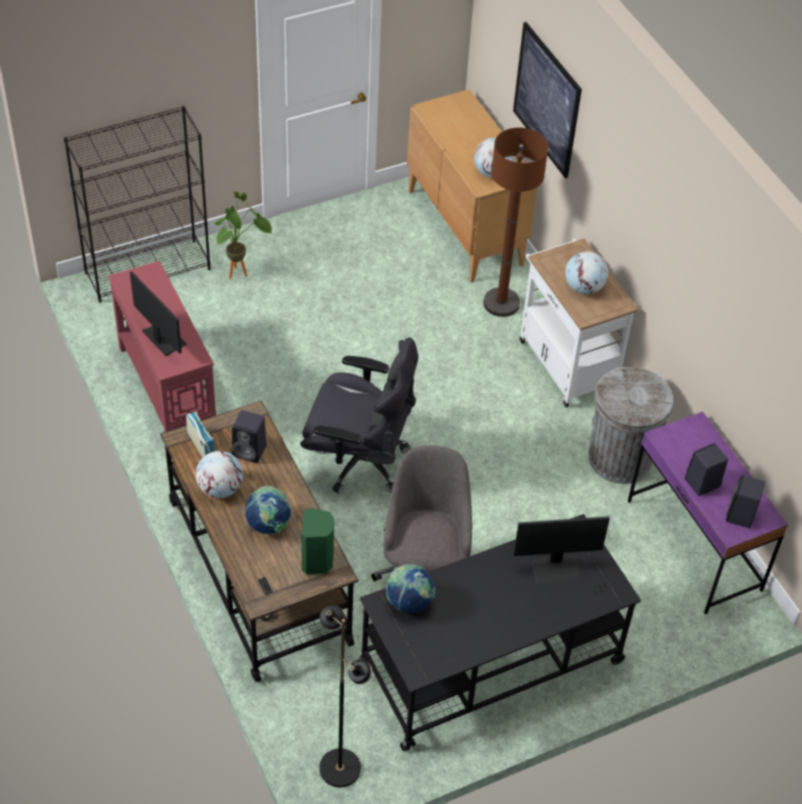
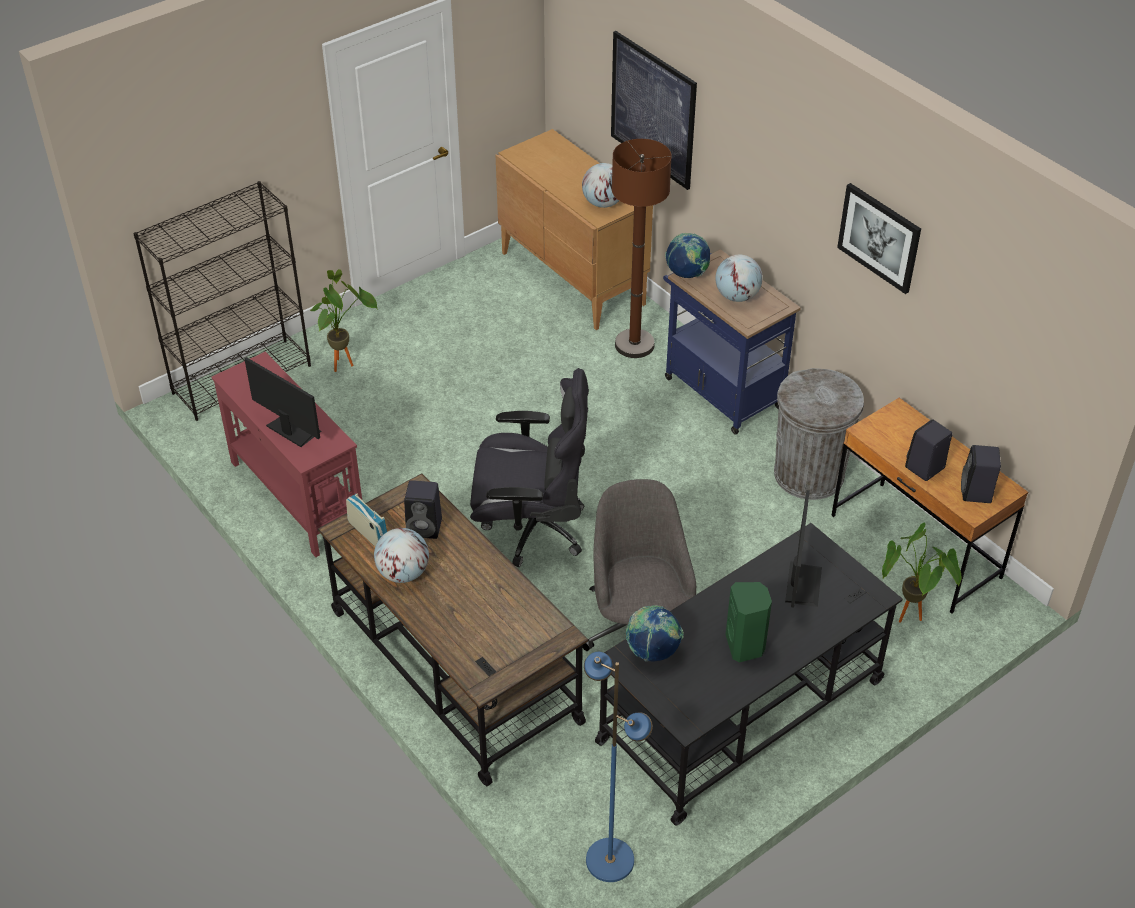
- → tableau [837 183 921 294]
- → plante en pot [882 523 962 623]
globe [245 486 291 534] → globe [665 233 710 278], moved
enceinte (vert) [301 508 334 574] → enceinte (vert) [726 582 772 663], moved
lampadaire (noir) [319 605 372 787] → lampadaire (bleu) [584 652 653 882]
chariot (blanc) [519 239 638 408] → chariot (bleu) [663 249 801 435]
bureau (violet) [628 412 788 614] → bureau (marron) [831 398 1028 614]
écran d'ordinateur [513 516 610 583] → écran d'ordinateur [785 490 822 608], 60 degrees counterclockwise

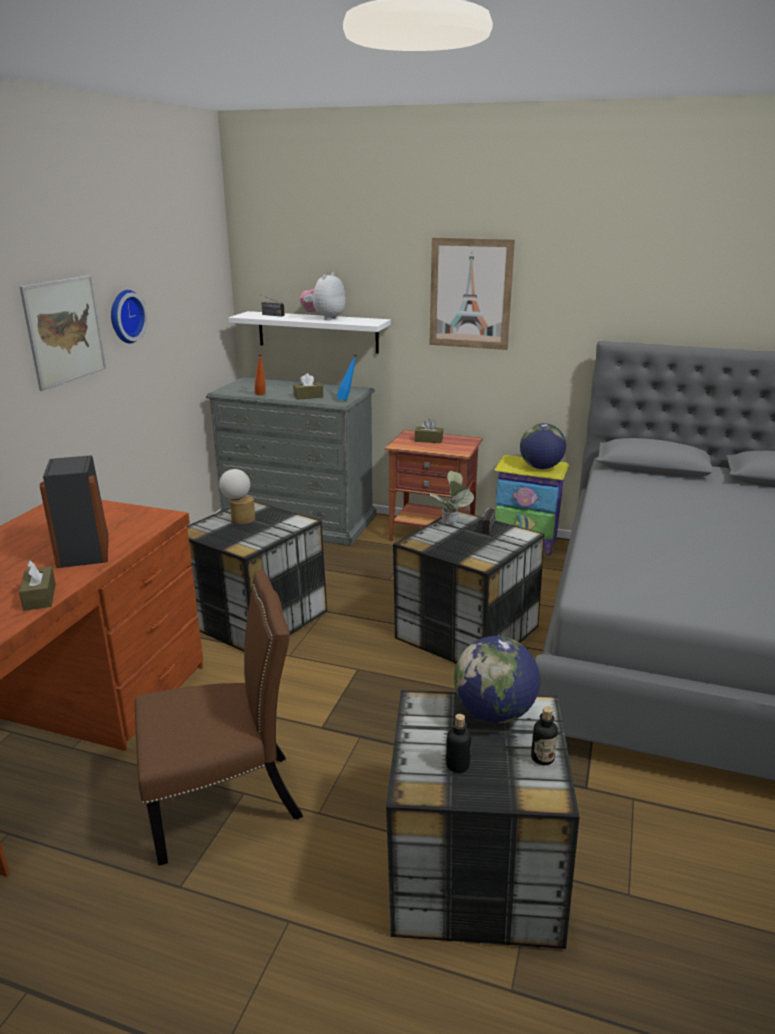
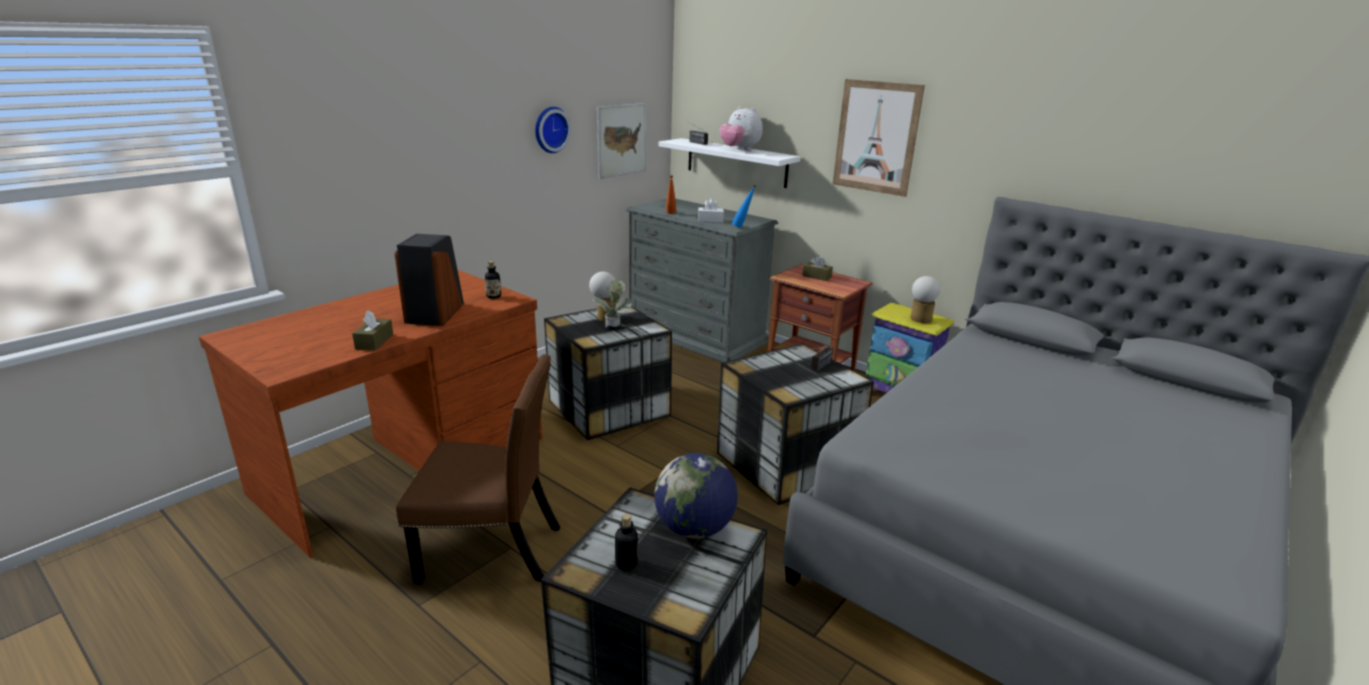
tableau [20 275 107 391] → tableau [597 103 646 179], moved
plante en pot [430 471 474 525] → plante en pot [592 279 632 327], moved
bouteille [531 707 558 765] → bouteille [485 261 501 299], moved
globe [520 423 566 469] → lampe de table [910 276 940 323]
boîte à mouchoirs (marron) [293 373 323 400] → boîte à mouchoirs (blanc) [698 199 724 222]
peluche [300 272 346 320] → peluche [720 106 763 151], 90 degrees counterclockwise

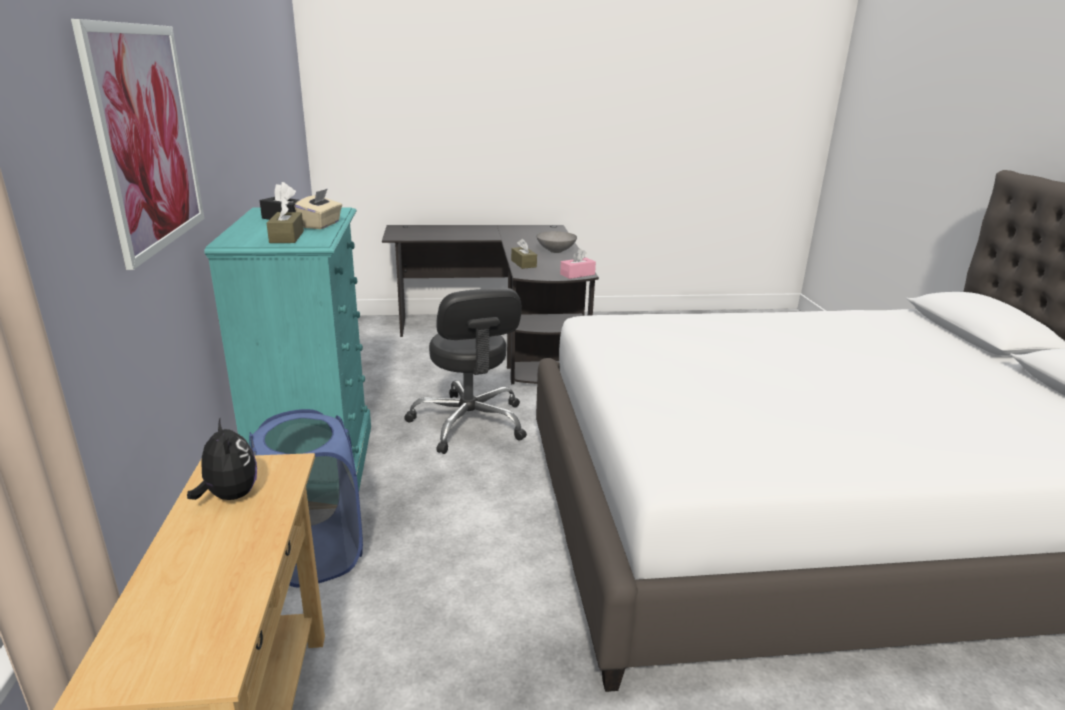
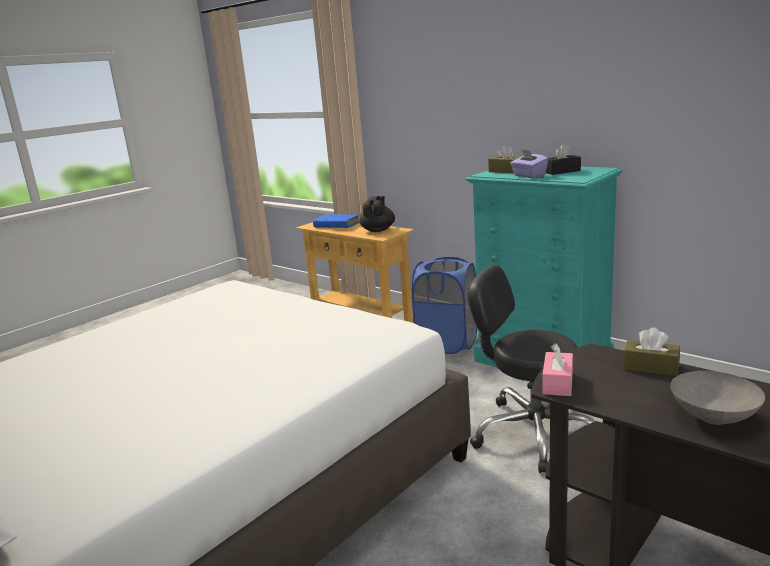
tableau [71 19 204 270] → -
- → livre (bleu) [313 214 360 228]
peluche [187 419 257 500] → théière (noir) [359 196 395 232]
boîte à mouchoirs (beige) [294 188 342 229] → boîte à mouchoirs (violet) [510 149 549 178]

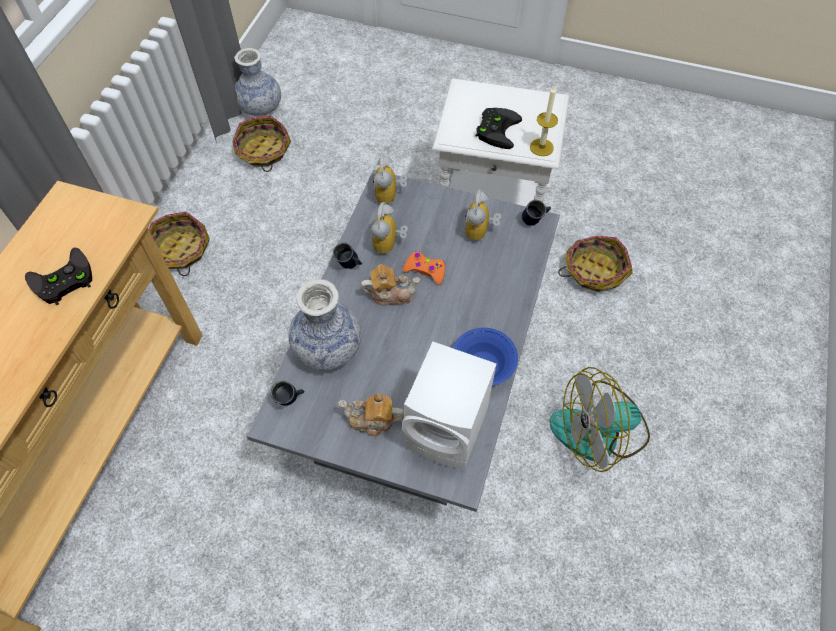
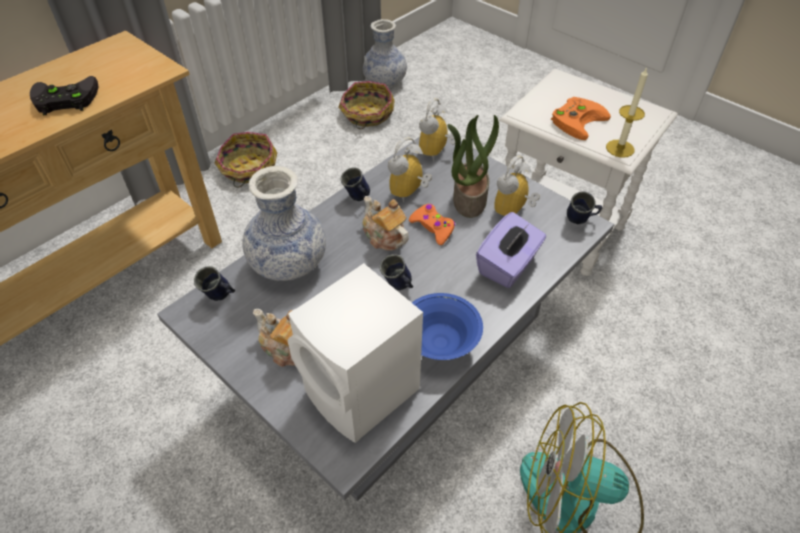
panier [558 236 633 292] → -
- → mug (bleu) [380 254 413 290]
- → plante en pot [447 115 499 218]
- → boîte à mouchoirs (violet) [476 212 546 288]
manette (noir) [475 108 522 149] → manette (orange) [551 97 611 140]
théière [360 264 421 305] → théière [362 196 409 251], 150 degrees counterclockwise

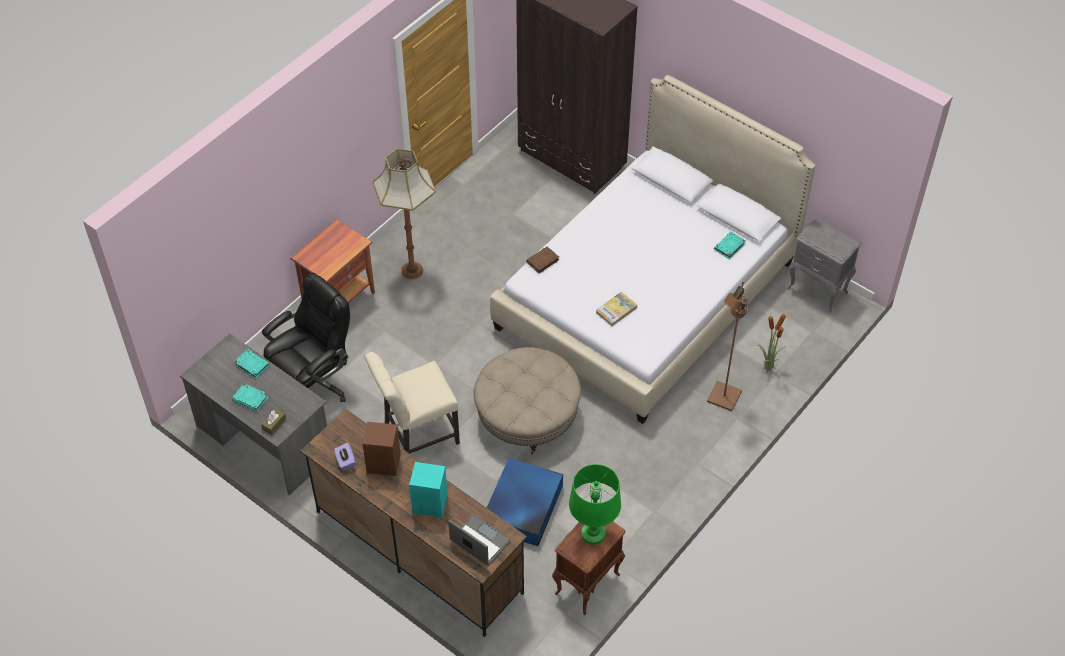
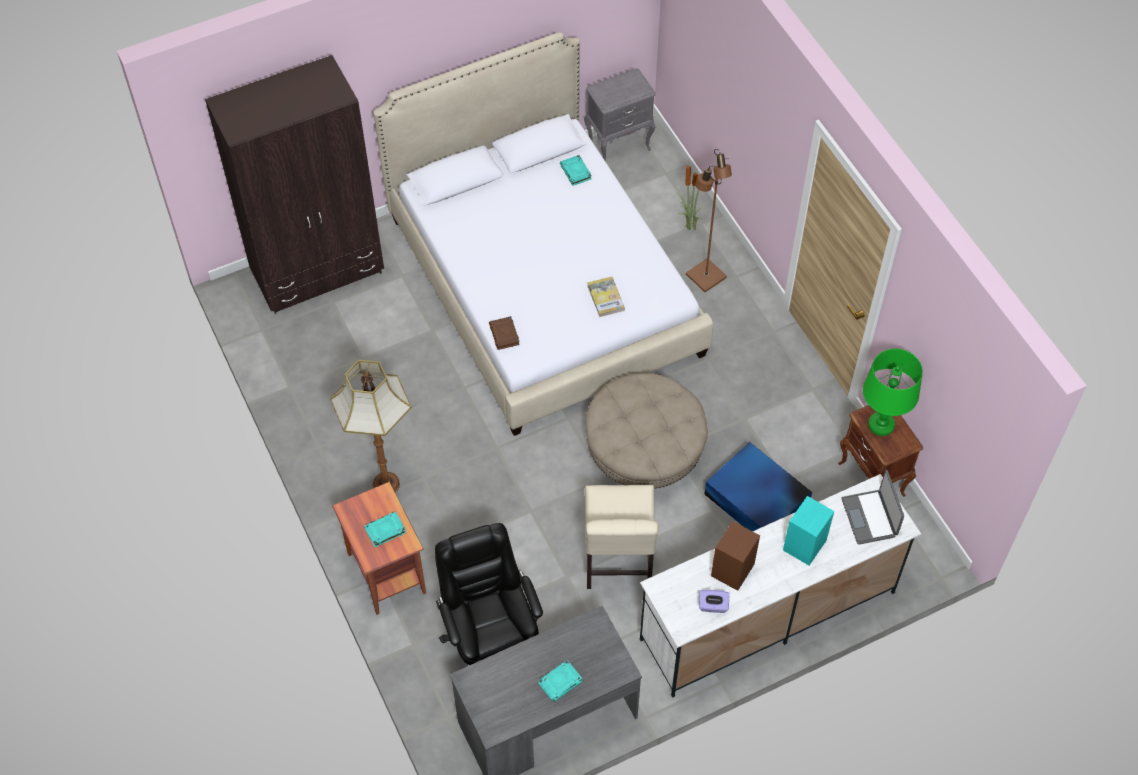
boîte à mouchoirs (marron) [261 408 286 435] → -
livre (turquoise) [234 349 270 379] → livre (turquoise) [364 511 406 547], moved
commode (marron) [300 409 527 637] → commode (blanc) [639 474 921 698]
ordinateur portable [448 514 511 565] → ordinateur portable [841 470 904 545], 75 degrees counterclockwise

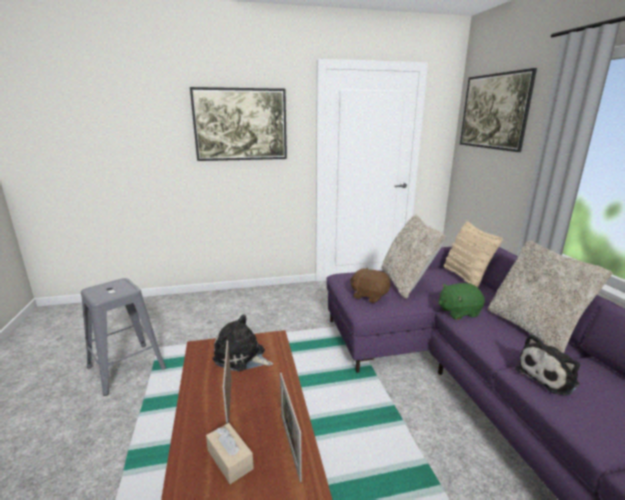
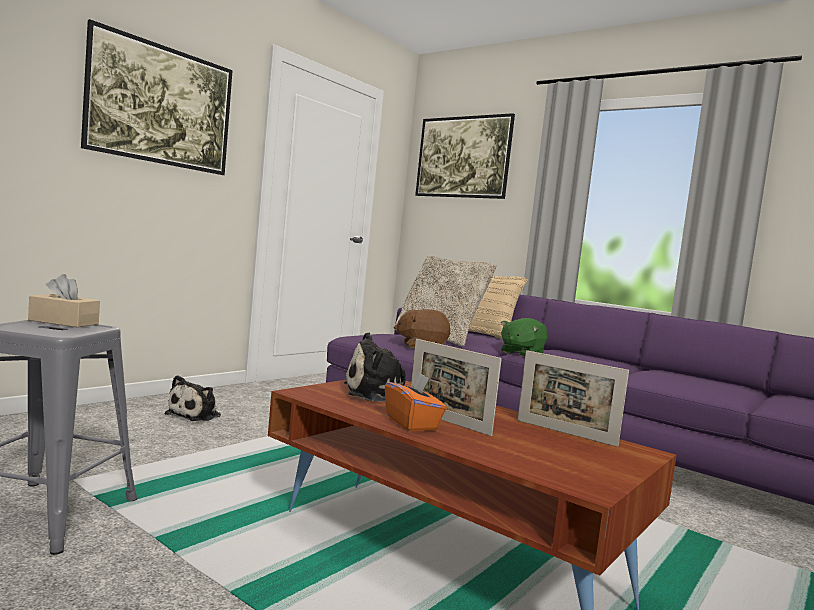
coussin (beige) [488 241 613 353] → -
- → boîte à mouchoirs (orange) [385 372 447 432]
boîte à mouchoirs (beige) [206 423 254 484] → boîte à mouchoirs (beige) [28 274 100 327], moved
peluche [515 334 580 396] → peluche [165 375 221 421], moved

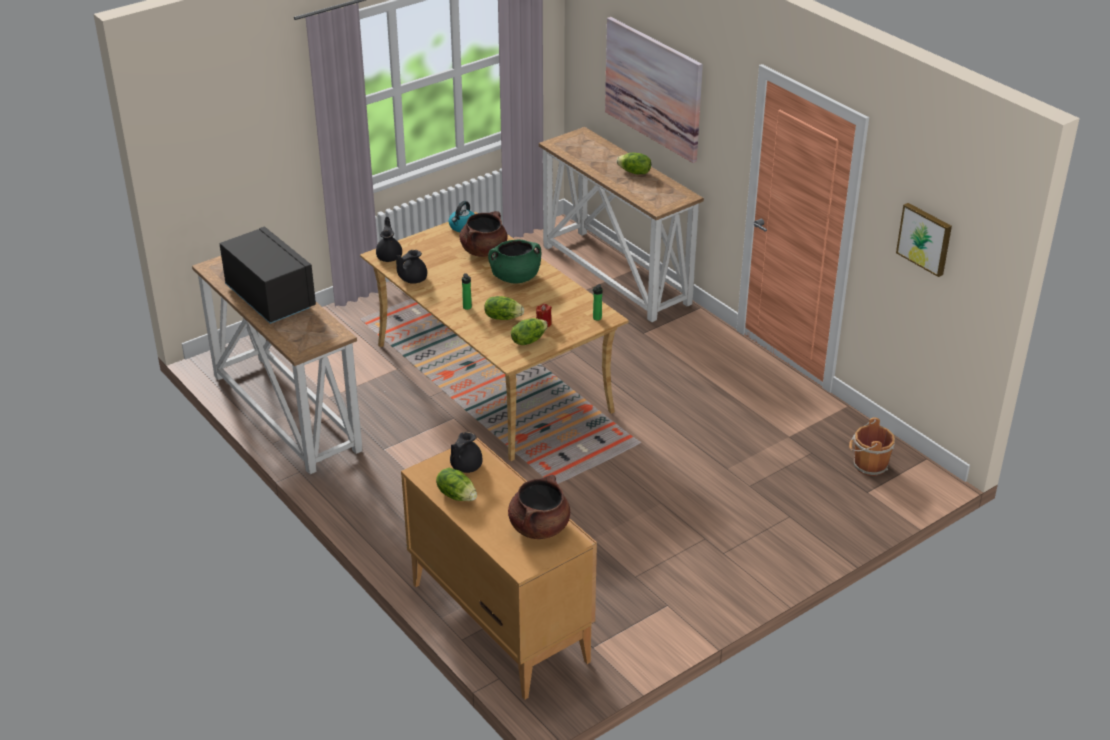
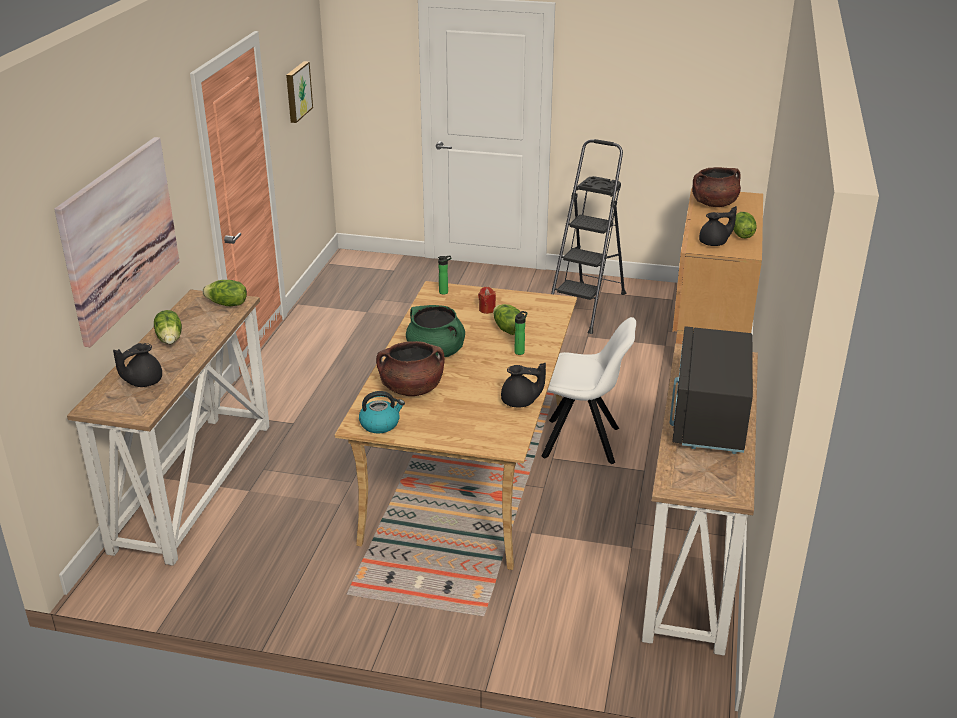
seau (marron) [849 418 895 476] → -
- → chaise (blanc) [542 317 636 464]
- → escabeau [551 139 626 334]
théière (noir) [376 217 402 262] → théière (noir) [113 343 162 387], moved
laitue [511 318 548 345] → laitue [203 280 247 306], moved

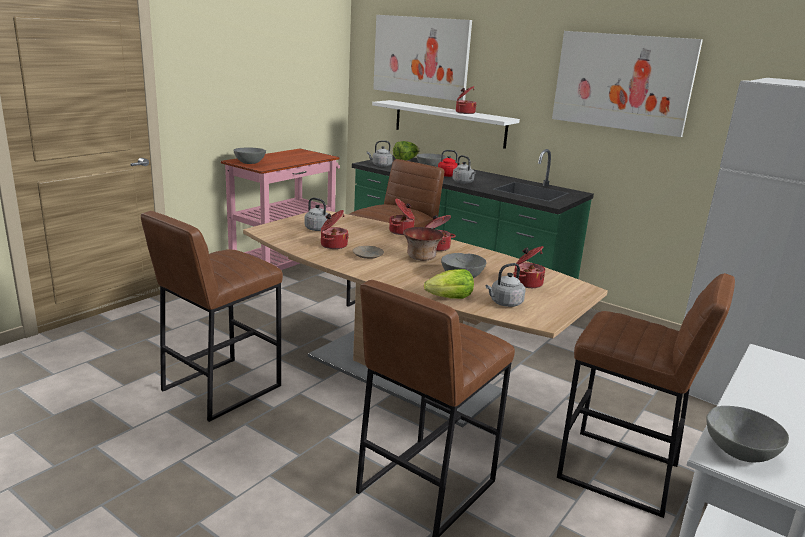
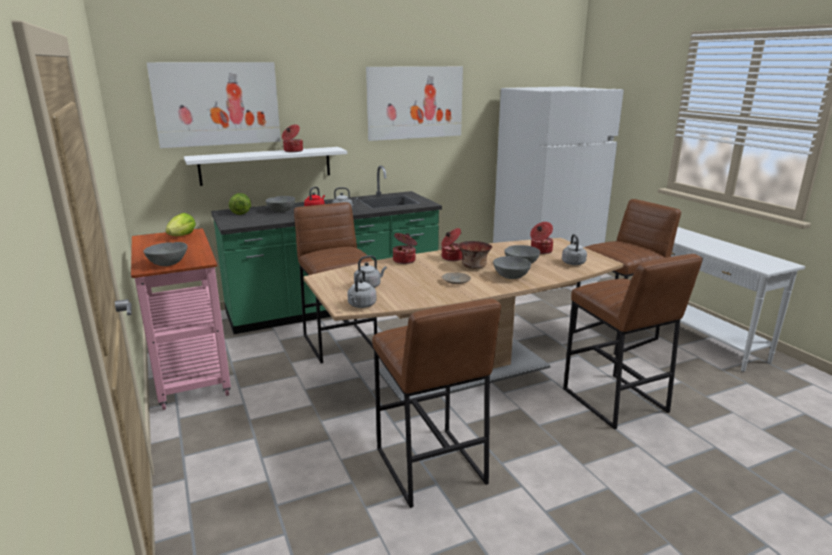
marmite [321 210 349 249] → -
bouilloire (gris) [367 141 393 167] → bouilloire (gris) [347 270 376 308], moved
laitue [424 269 474 299] → laitue [166 213 196 236], moved
bol (gris) [706 406 789 463] → bol (gris) [493 256 531 279], moved

